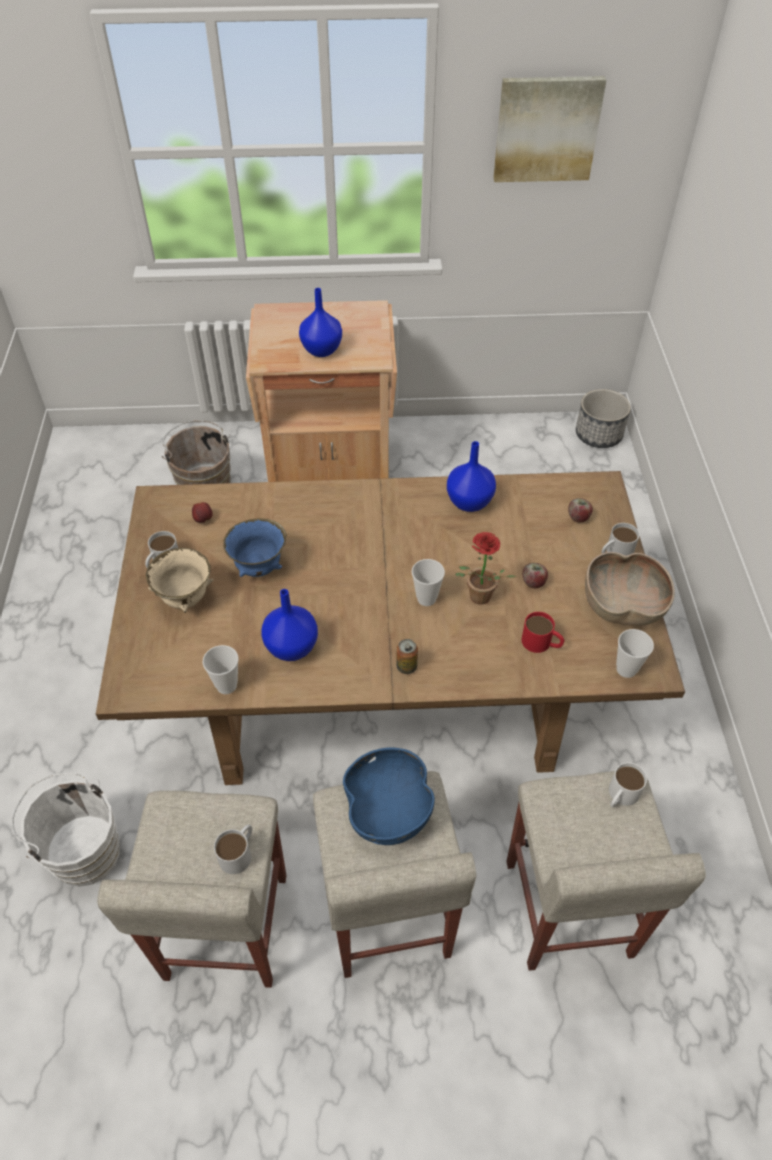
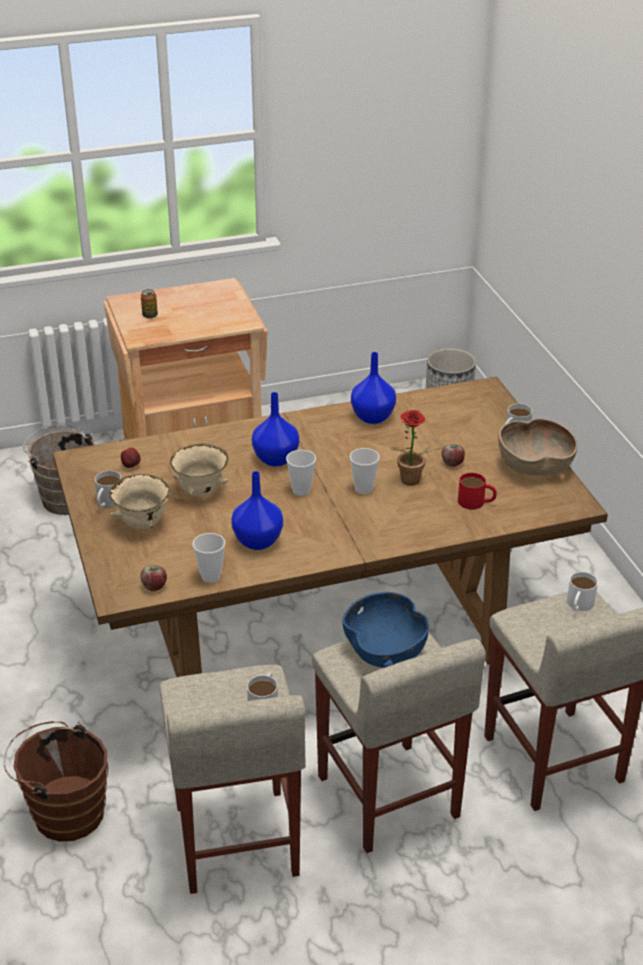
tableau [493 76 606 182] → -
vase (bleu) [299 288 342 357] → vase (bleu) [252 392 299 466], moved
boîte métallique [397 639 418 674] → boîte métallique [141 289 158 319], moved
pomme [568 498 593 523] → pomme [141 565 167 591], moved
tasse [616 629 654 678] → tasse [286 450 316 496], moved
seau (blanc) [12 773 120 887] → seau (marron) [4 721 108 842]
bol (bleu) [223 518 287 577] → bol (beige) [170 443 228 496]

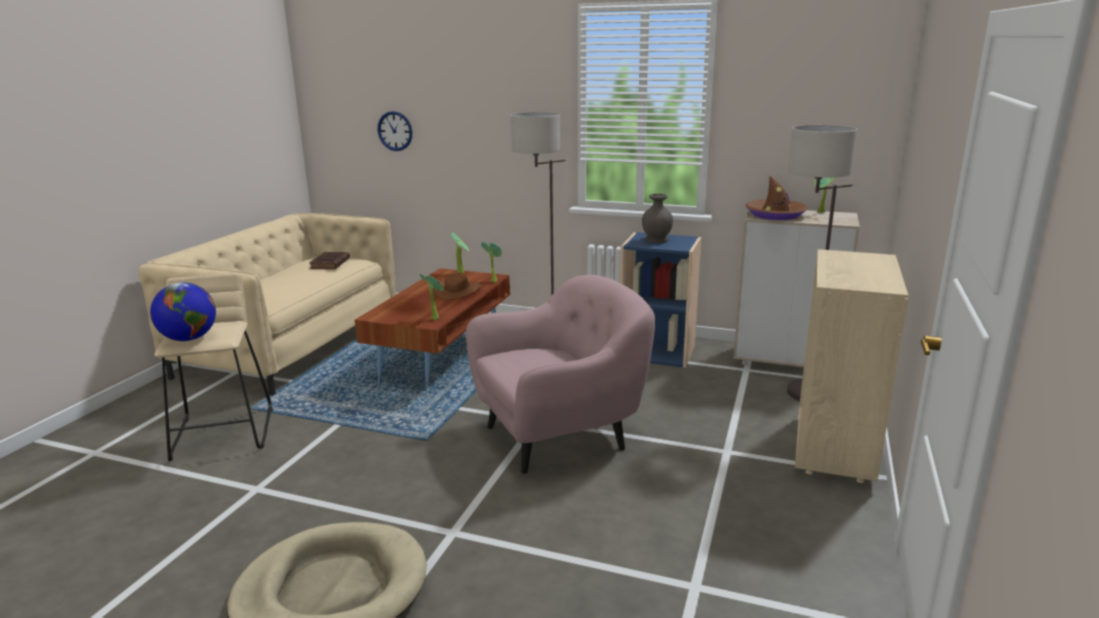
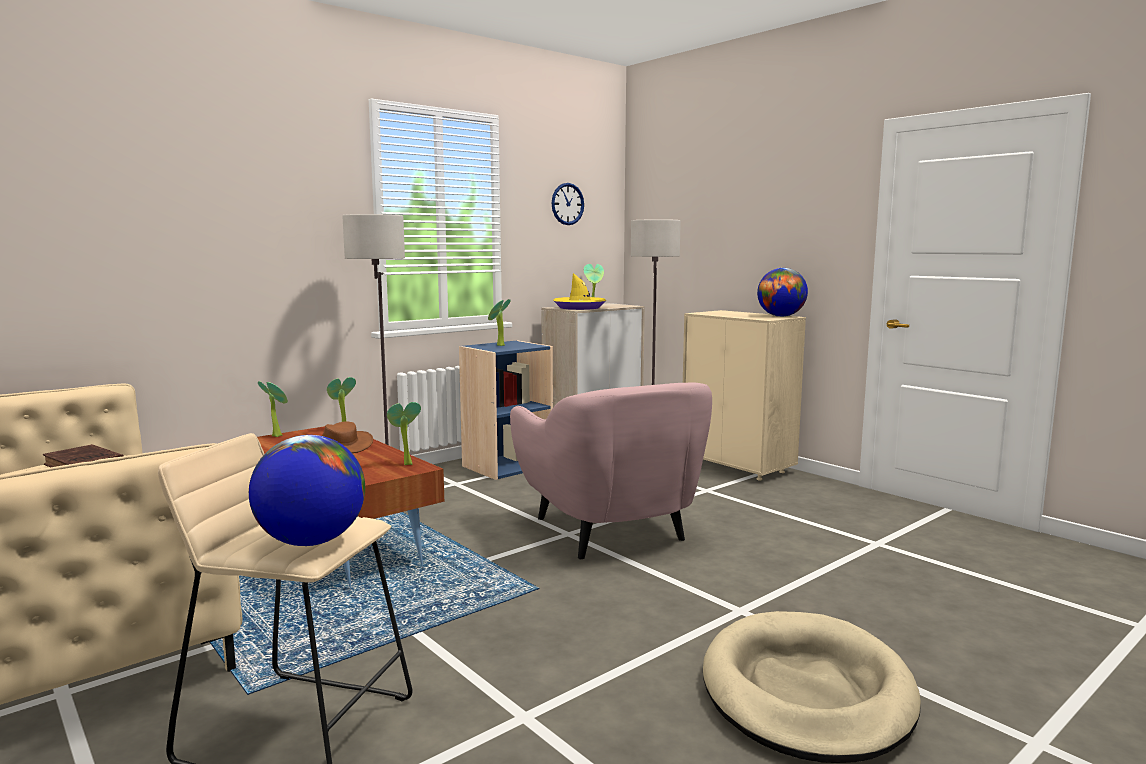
- → globe [757 268 808 317]
horloge murale [378 111 412 151] → horloge murale [551 183 584 225], moved
vase (gris) [642 194 673 243] → plante en pot [488 299 510 346]
chapeau (marron) [746 176 808 220] → chapeau (jaune) [553 273 607 310]
fauteuil (rose) [466 275 655 474] → fauteuil (rose) [510 383 712 559], 150 degrees clockwise

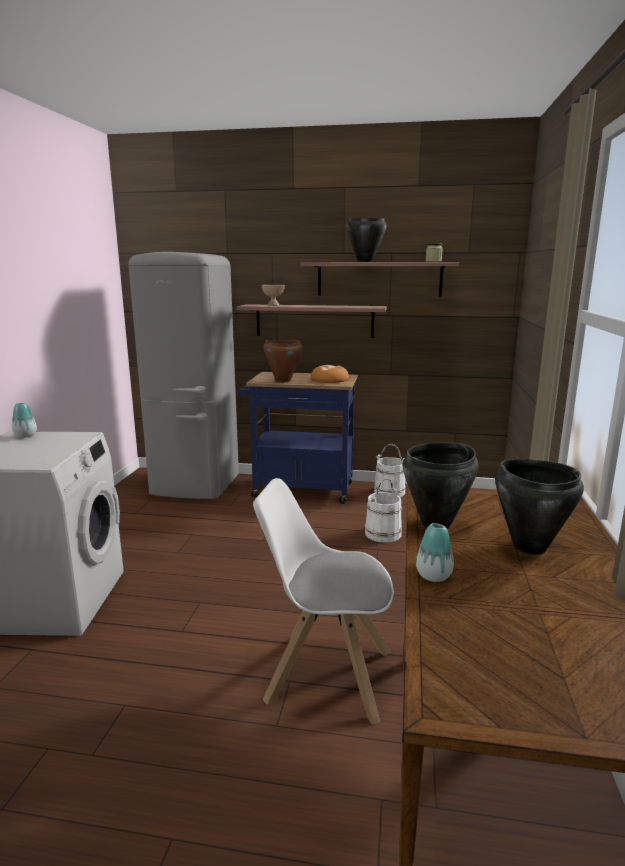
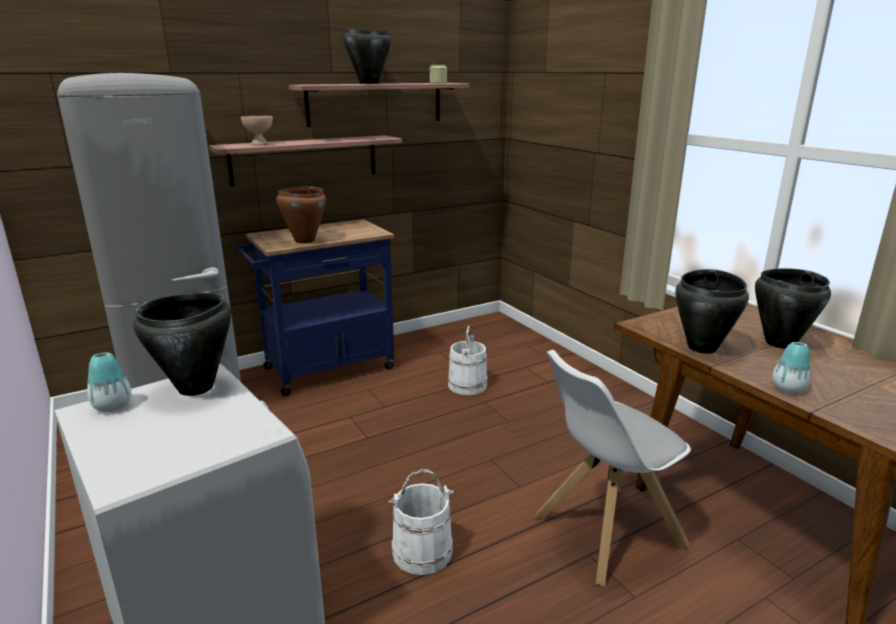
pain [310 365 349 383] → -
- → marmite (noir) [133 293 231 396]
seau (blanc) [374 444 406 497] → seau (blanc) [389 469 453 575], moved

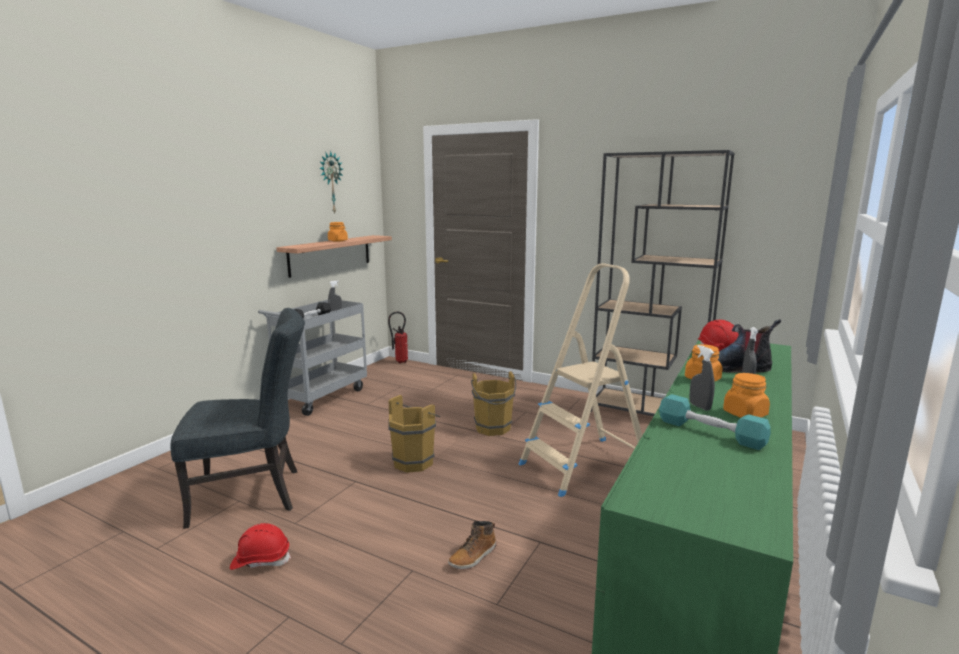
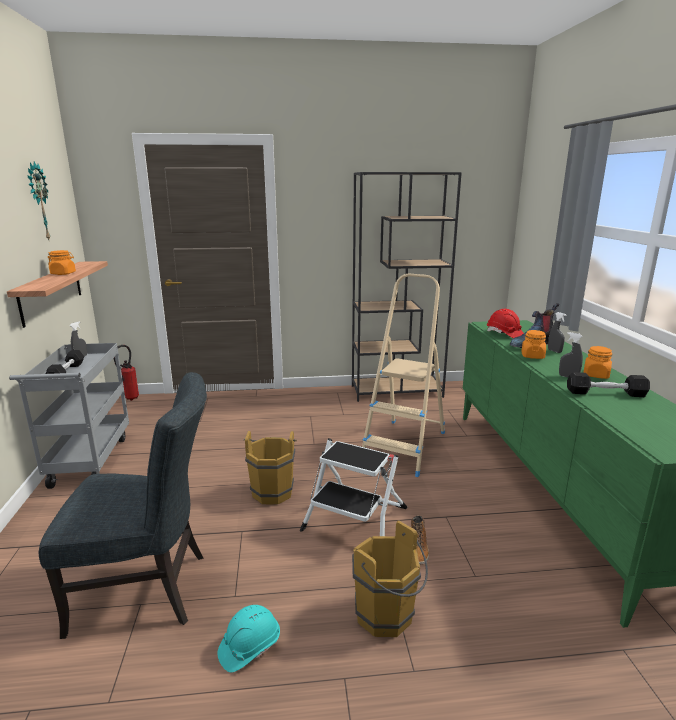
- → escabeau [300 438 407 536]
seau (marron) [471 371 516 436] → seau (marron) [352 520 428 637], moved
casque de chantier (rouge) [230 523 291 570] → casque de chantier (turquoise) [217 605 280 672]
haltère (turquoise) [659 394 771 450] → haltère (noir) [567 372 650 397]
chaise (gris) [171 308 305 529] → chaise (gris) [38 372 207 639], 45 degrees clockwise

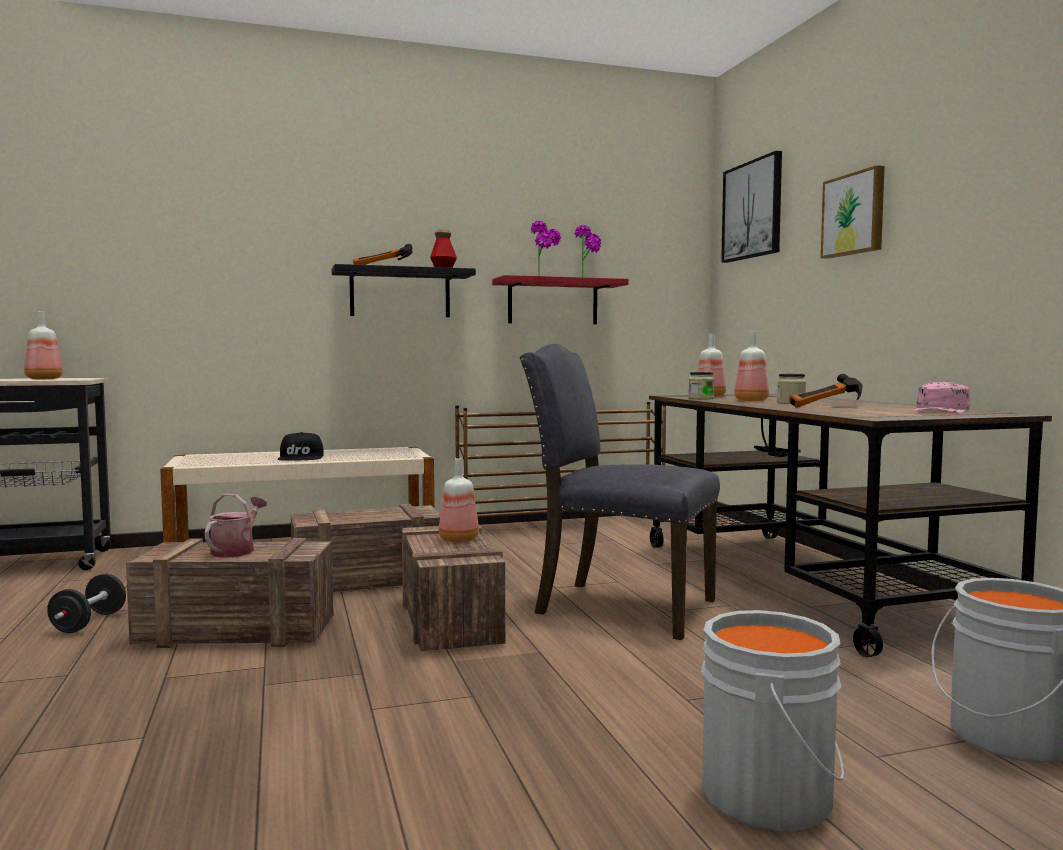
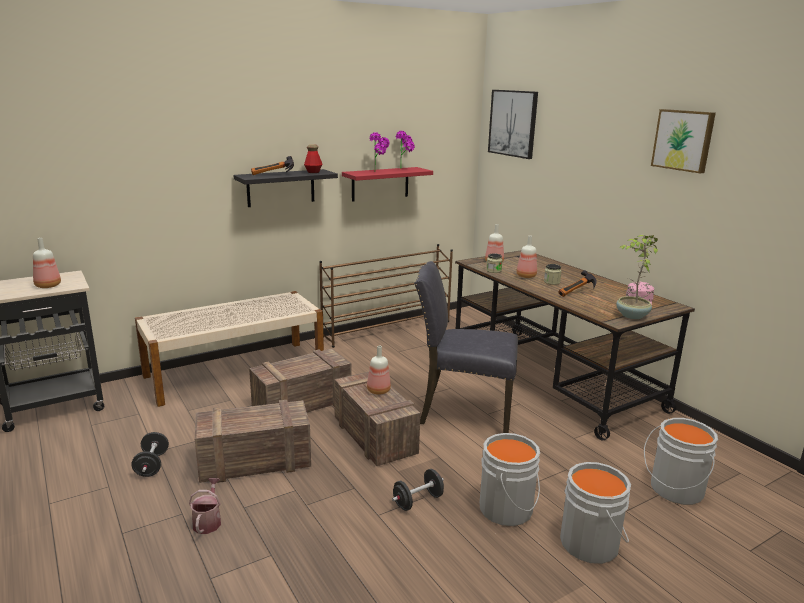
casquette (noir) [278 432 324 461] → -
- → haltère (noir) [392 469 444 511]
- → seau (gris) [480 433 540 526]
- → plante en pot [616 235 658 319]
arrosoir [204 493 267 558] → arrosoir [189 478 221 534], moved
tableau [821 165 885 259] → tableau [651 109 716 173], moved

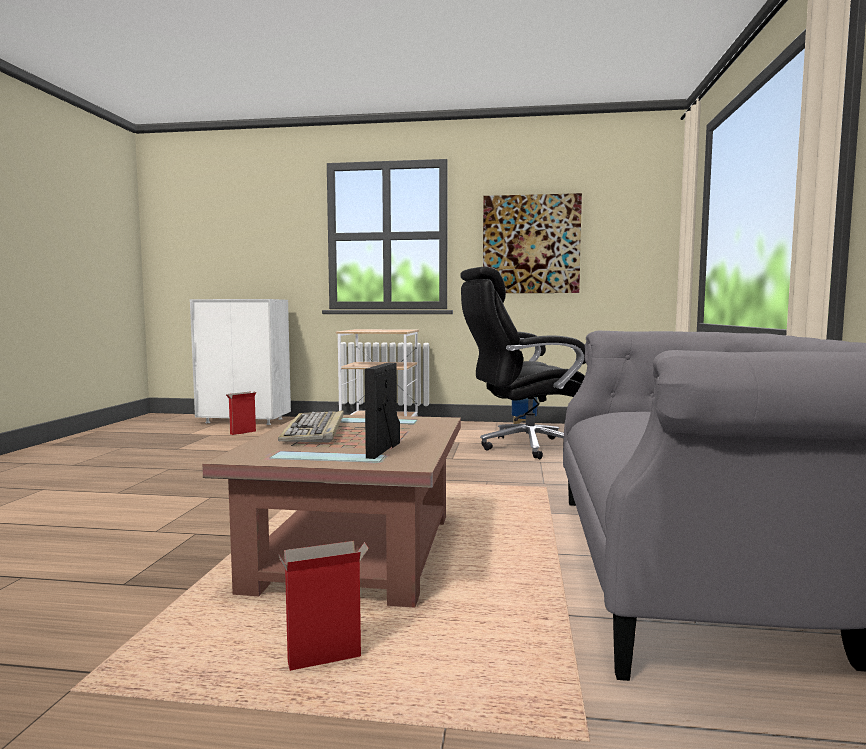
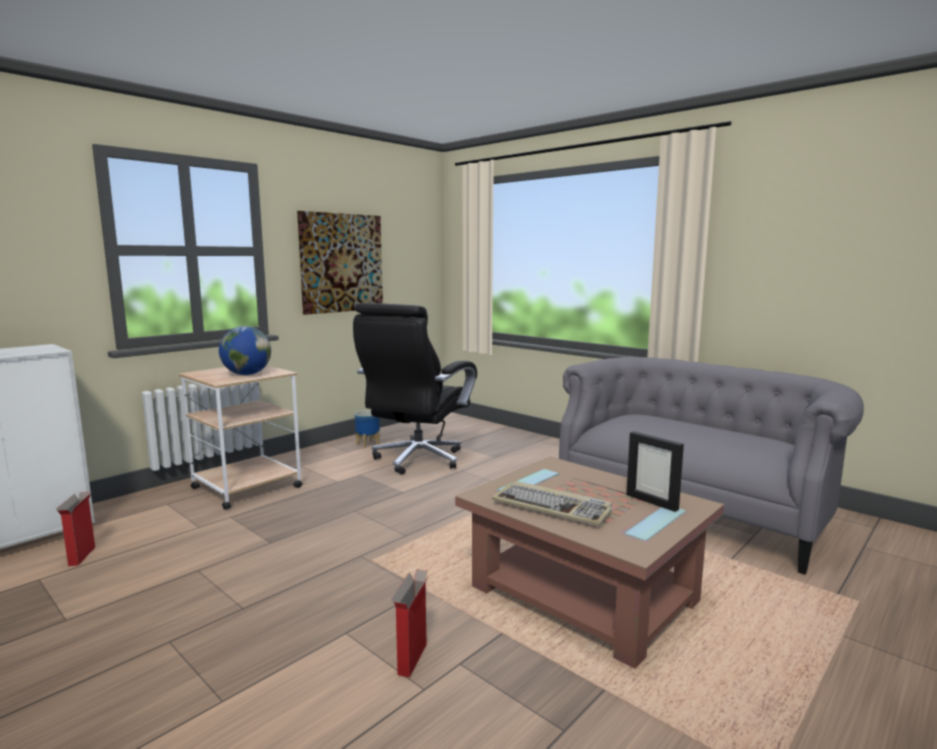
- → globe [219 326 271 375]
carton [279 541 369 671] → carton [391 569 429 677], moved

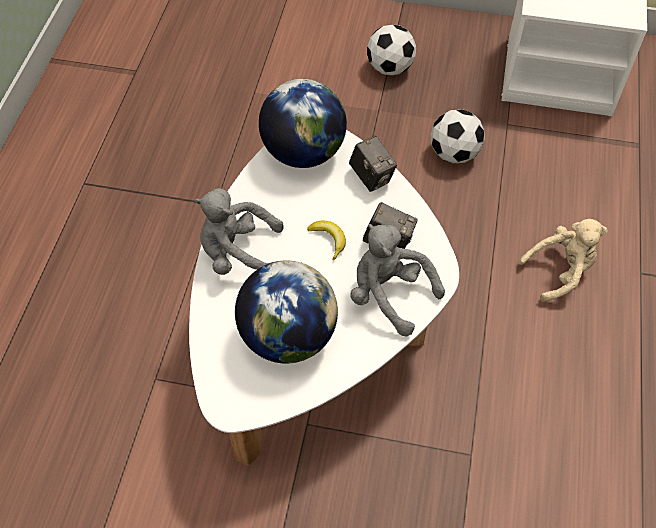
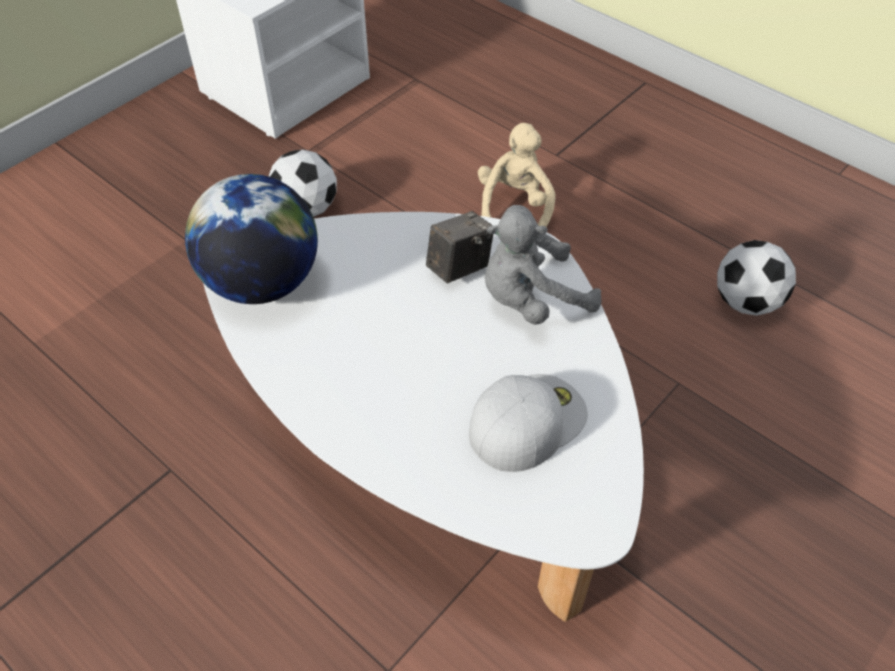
peluche (gris) [195 188 284 275] → -
banane [307 221 346 260] → -
appareil photo [349 136 397 192] → -
ballon de foot [367 25 416 75] → ballon de foot [717 240 796 316], moved
globe [235 260 338 364] → casquette (blanc) [469 374 588 472]

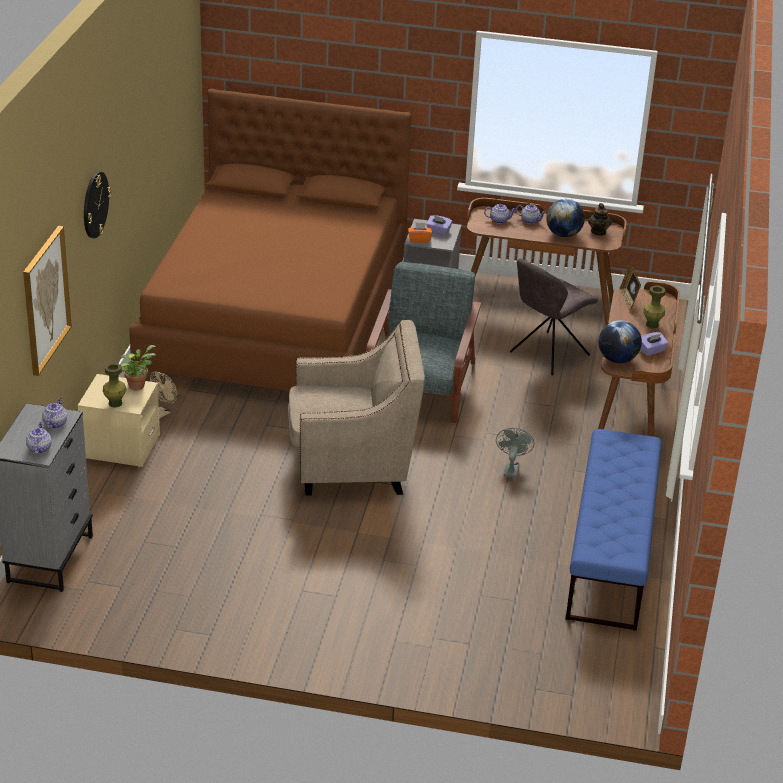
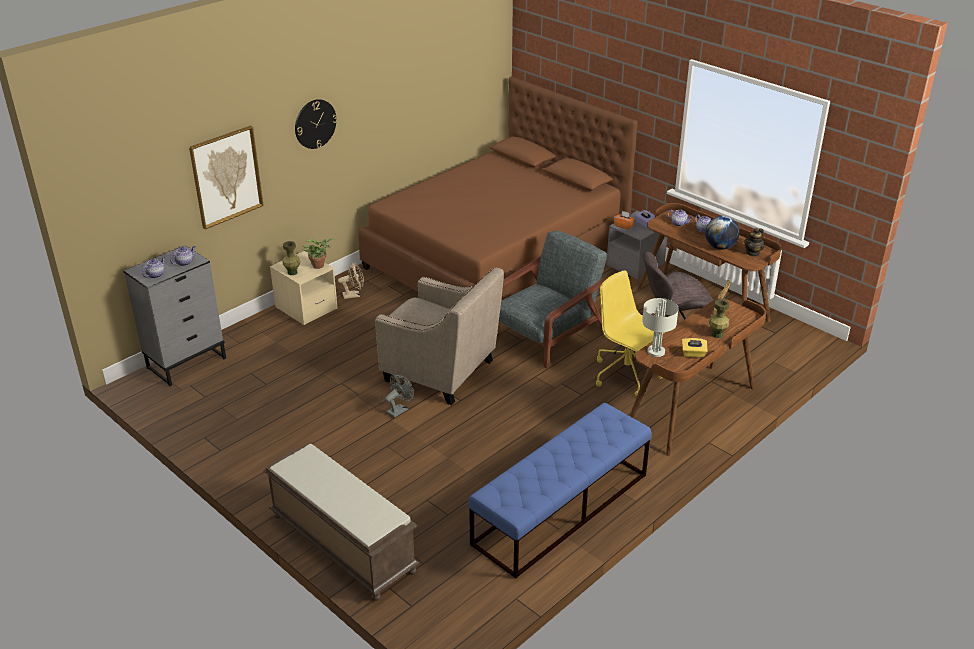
- → banc (marron) [263 444 420 601]
- → chaise de bureau (jaune) [596 270 665 397]
ventilateur (gris) [496 428 534 478] → ventilateur (gris) [385 374 414 418], moved
globe [598 320 642 363] → lampe de table (gris) [642 298 679 357]
boîte à mouchoirs (violet) [640 332 669 356] → boîte à mouchoirs (jaune) [682 338 707 358]

